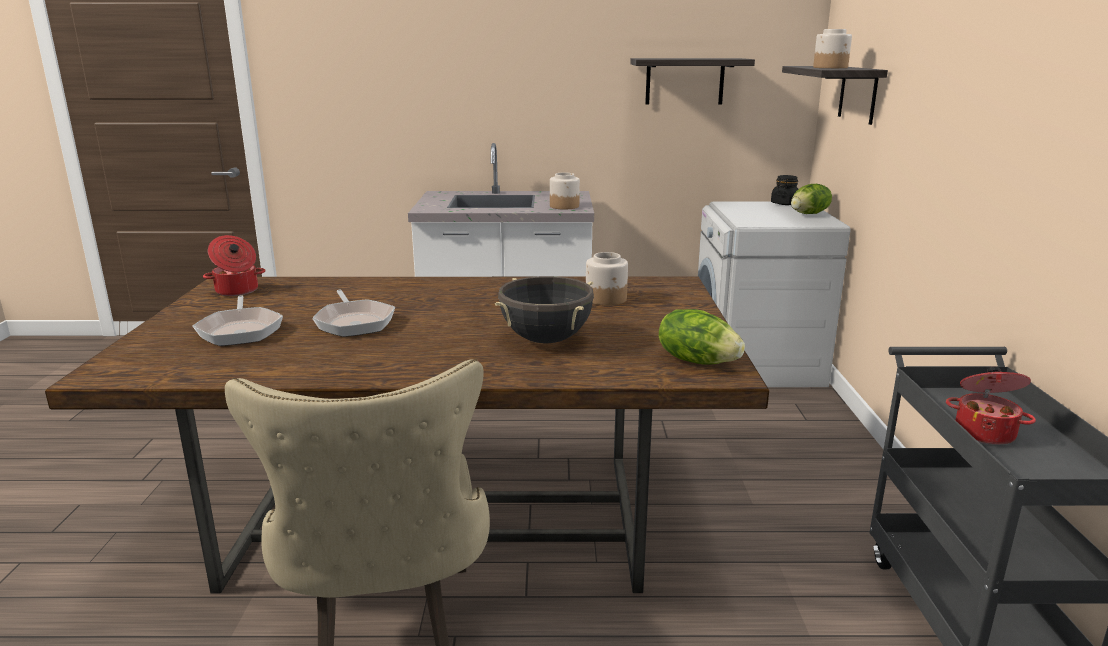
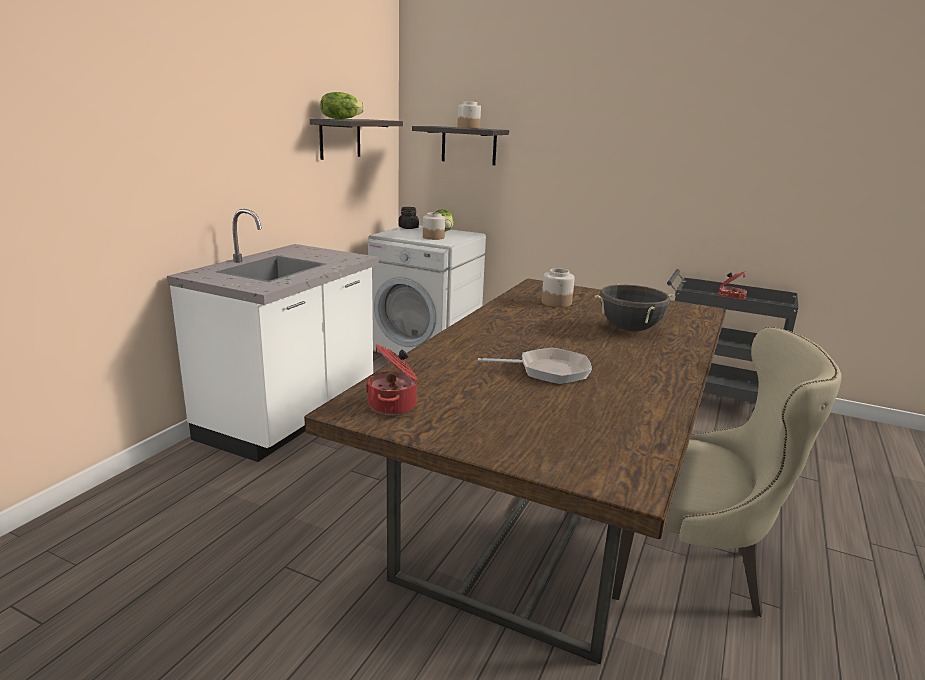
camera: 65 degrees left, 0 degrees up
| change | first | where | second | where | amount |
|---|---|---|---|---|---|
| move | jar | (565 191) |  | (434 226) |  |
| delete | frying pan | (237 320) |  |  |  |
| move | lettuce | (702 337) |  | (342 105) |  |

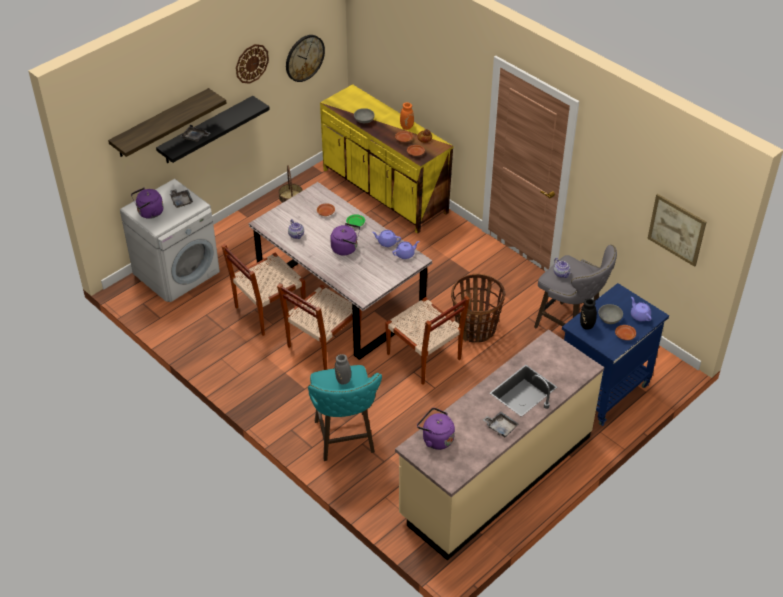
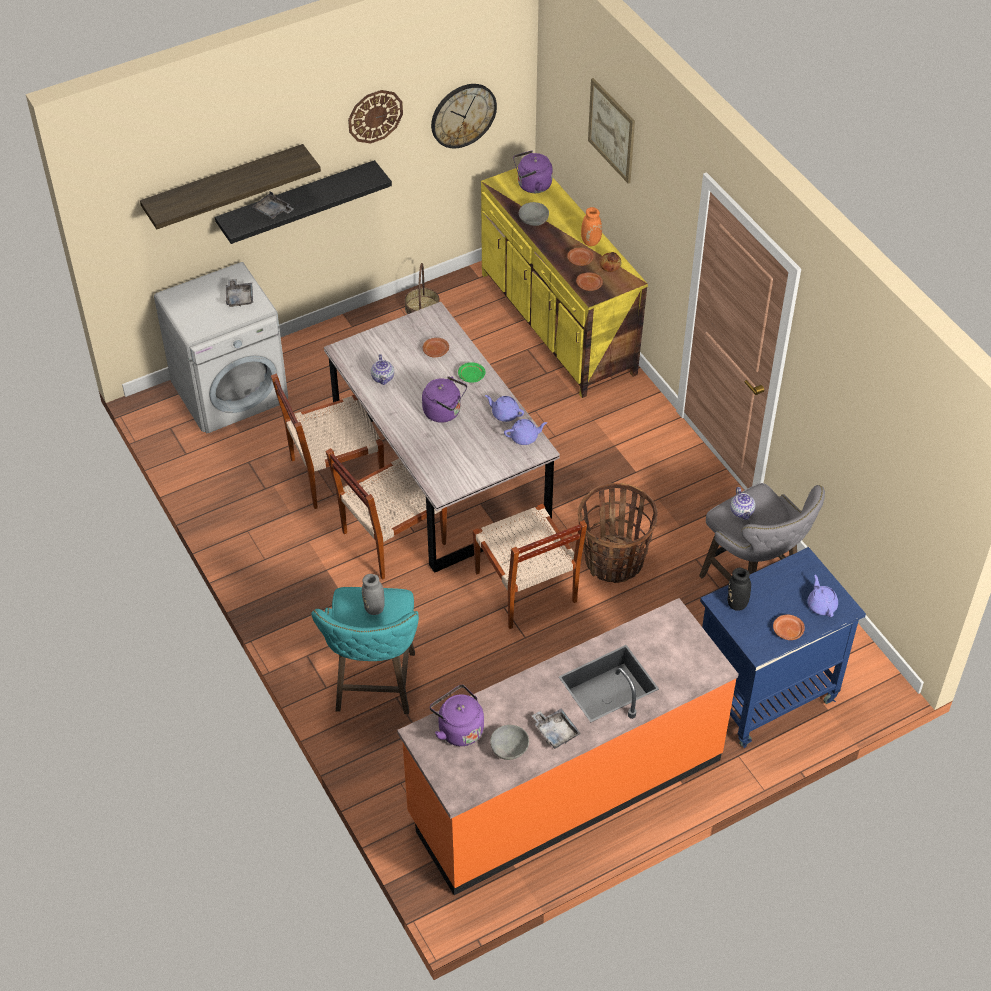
camera: 15 degrees right, 5 degrees up
| change | first | where | second | where | amount |
|---|---|---|---|---|---|
| move | purple kettle | (147 203) |  | (533 171) |  |
| move | picture | (676 230) |  | (611 131) |  |
| move | grey bowl | (610 314) |  | (509 742) |  |
| recolor | beige counter | (499 445) | orange counter | (568 746) |  |

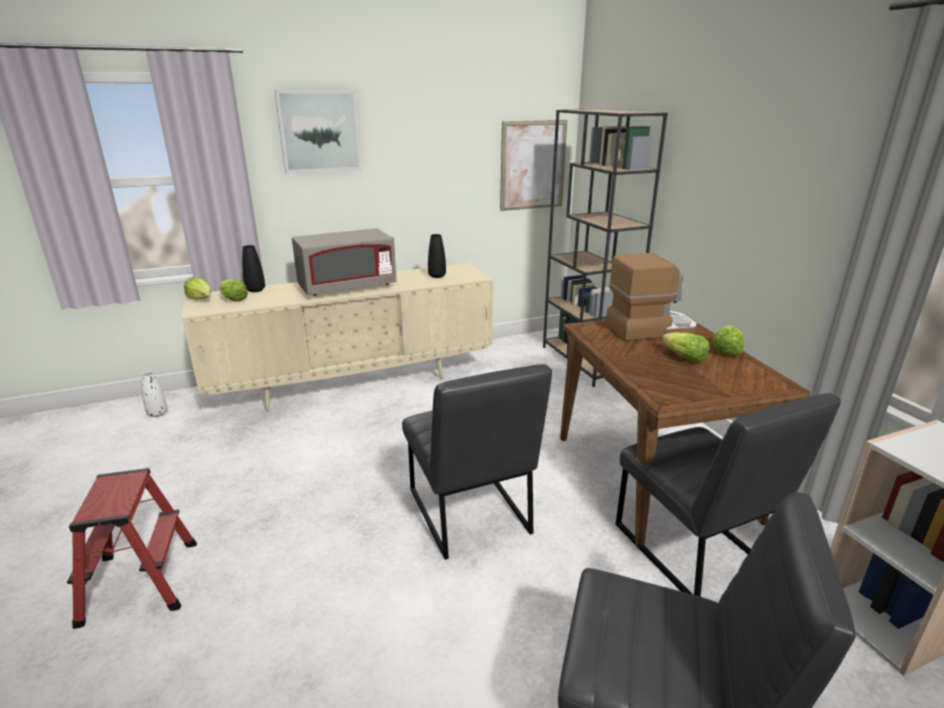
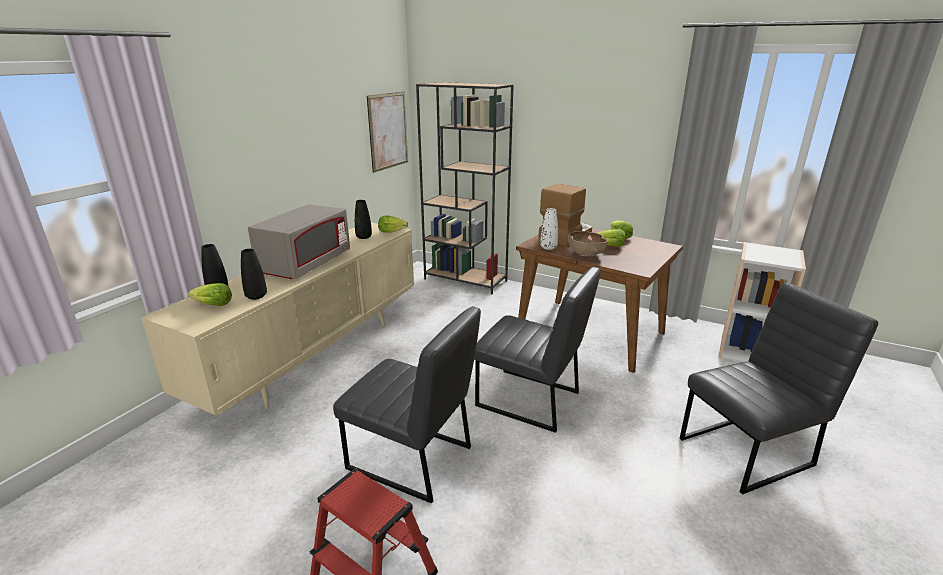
camera: 40 degrees left, 0 degrees up
| change | first | where | second | where | amount |
|---|---|---|---|---|---|
| delete | picture | (318 131) |  |  |  |
| move | lettuce | (197 288) |  | (393 224) |  |
| move | white vase | (154 394) |  | (549 229) |  |
| move | grey chair | (728 495) |  | (407 404) |  |
| insert |  |  | brown bowl | (588 243) |  |
| insert |  |  | black vase | (254 274) |  |

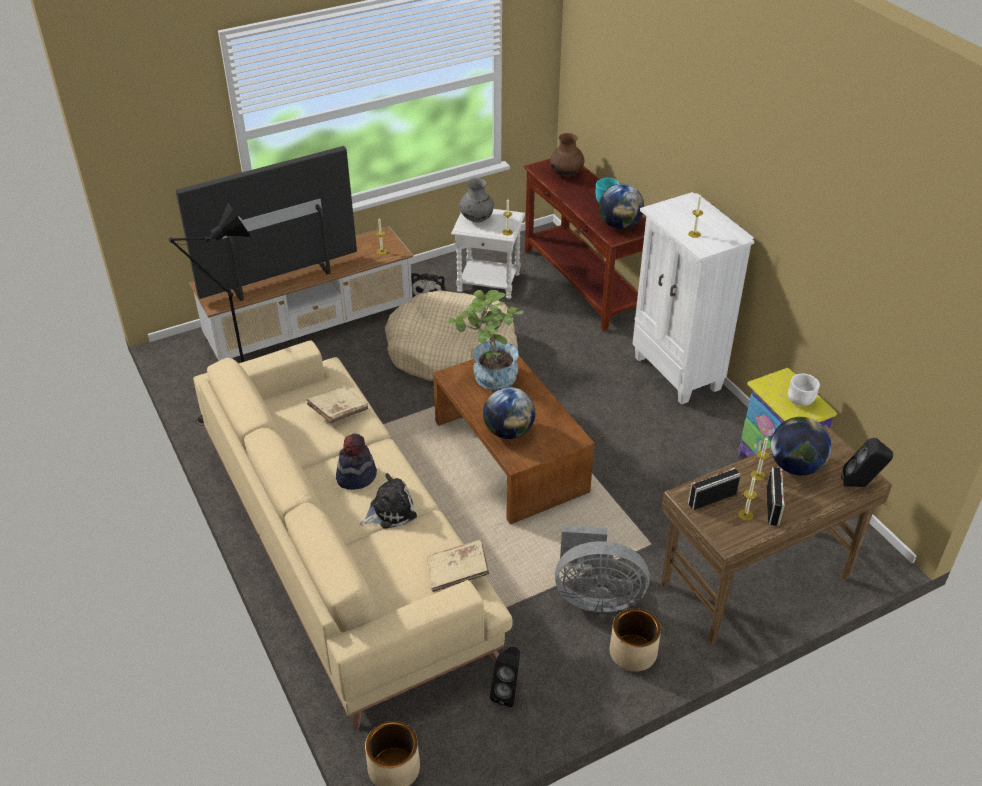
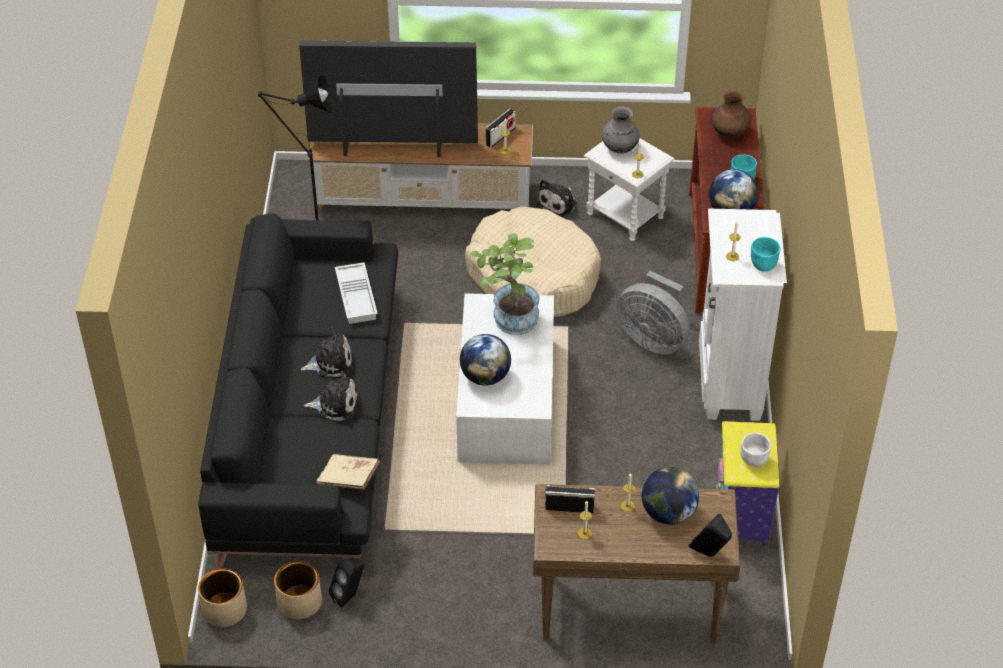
camera: 30 degrees right, 5 degrees up
| change | first | where | second | where | amount |
|---|---|---|---|---|---|
| recolor | beige sofa | (353 535) | black sofa | (298 393) |  |
| recolor | brown coffee table | (513 440) | white coffee table | (505 379) |  |
| replace | beige book | (337 404) | white tray | (356 293) |  |
| replace | hat | (356 461) | plush toy | (327 352) |  |
| move | radio | (775 496) |  | (500 128) |  |
| move | grey fan | (602 568) |  | (653 312) |  |
| move | beige planter | (635 640) |  | (298 590) |  |
| insert |  |  | turquoise bowl | (766 254) |  |

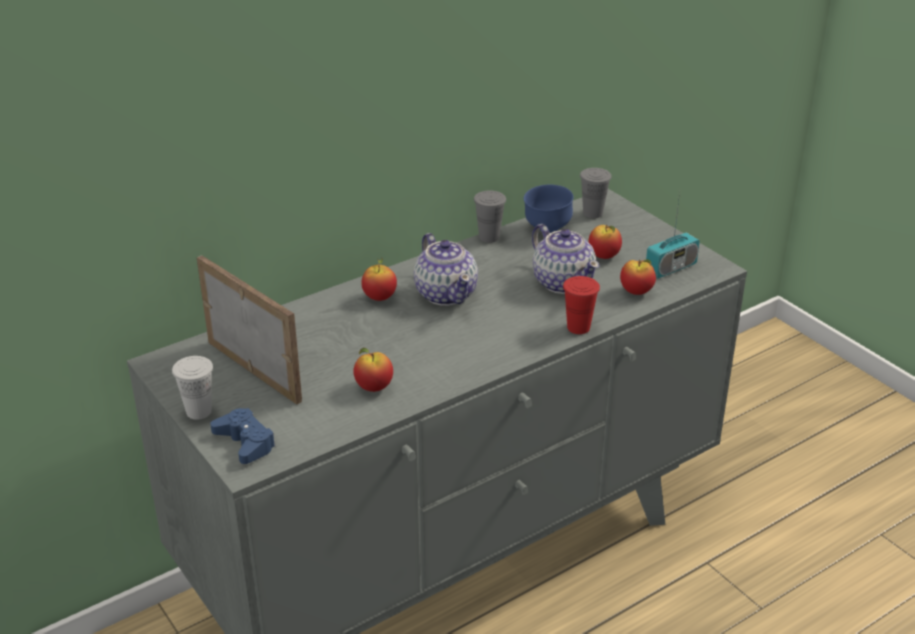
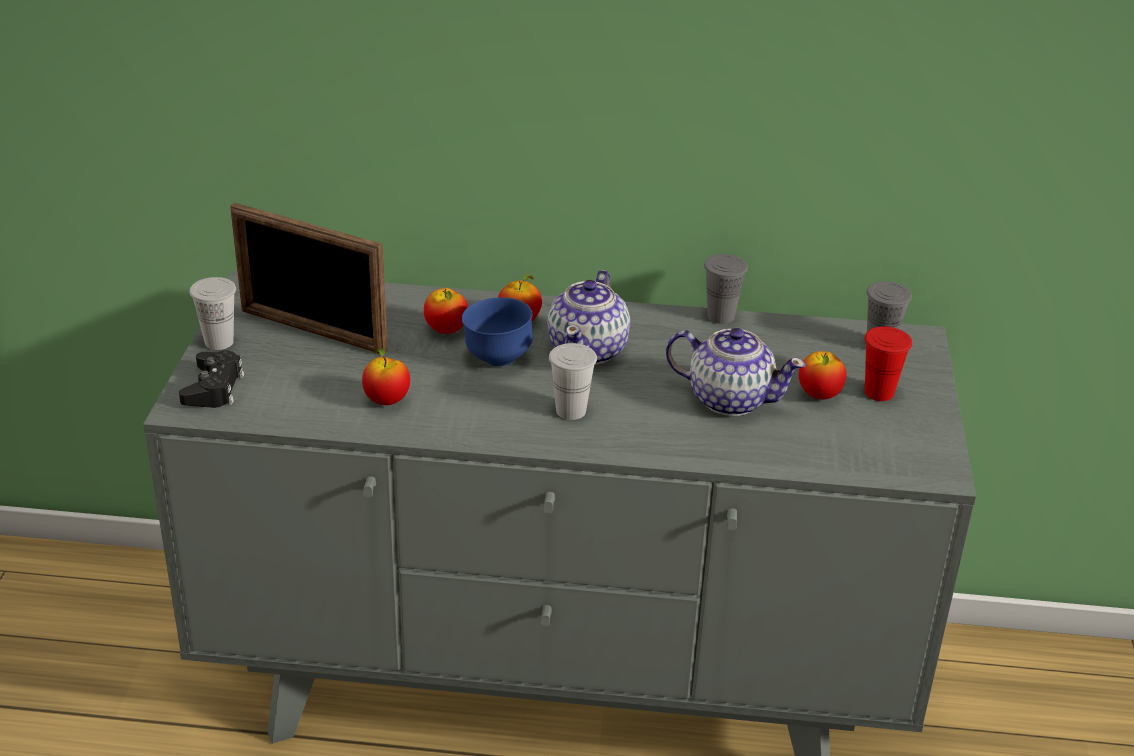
camera: 40 degrees right, 0 degrees up
| change | first | where | second | where | amount |
|---|---|---|---|---|---|
| move | blue bowl | (548 209) |  | (497 331) |  |
| delete | radio | (673 235) |  |  |  |
| rotate | teapot | (565 259) |  | (736 372) | 75 degrees counterclockwise |
| rotate | picture frame | (249 330) |  | (309 278) | 120 degrees clockwise |
| move | apple | (638 277) |  | (446 311) |  |
| move | red cup | (581 305) |  | (888 363) |  |
| recolor | blue game controller | (243 436) | black game controller | (212 379) |  |
| insert |  |  | white cup | (573 381) |  |

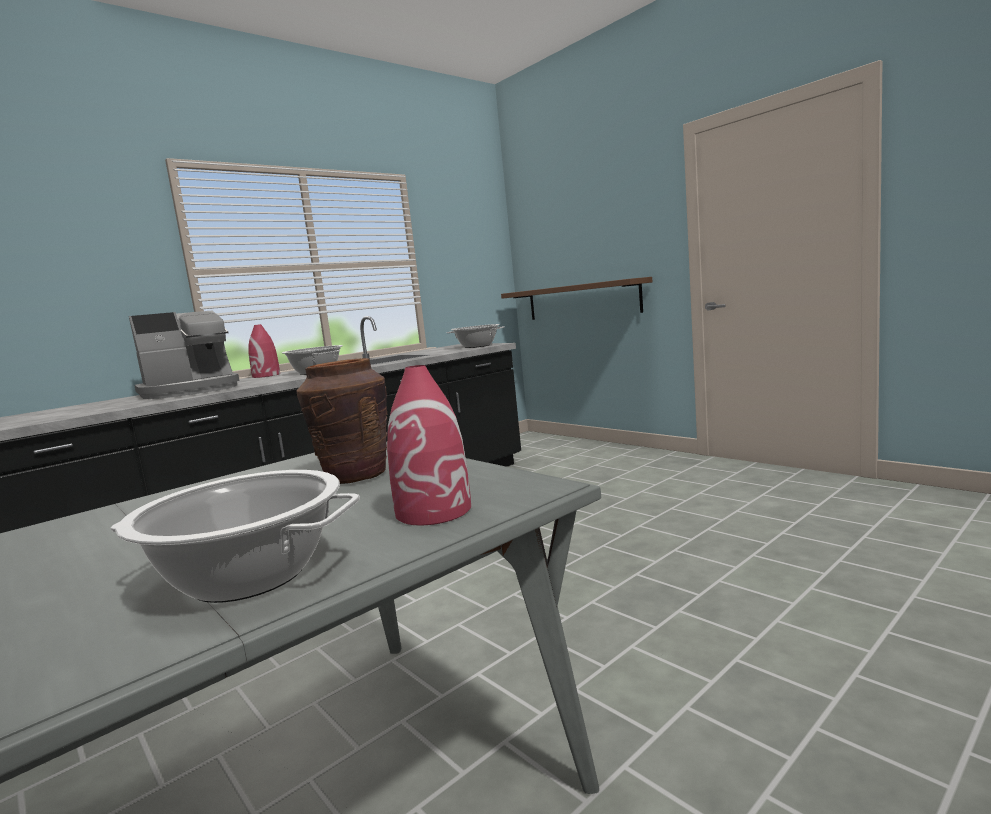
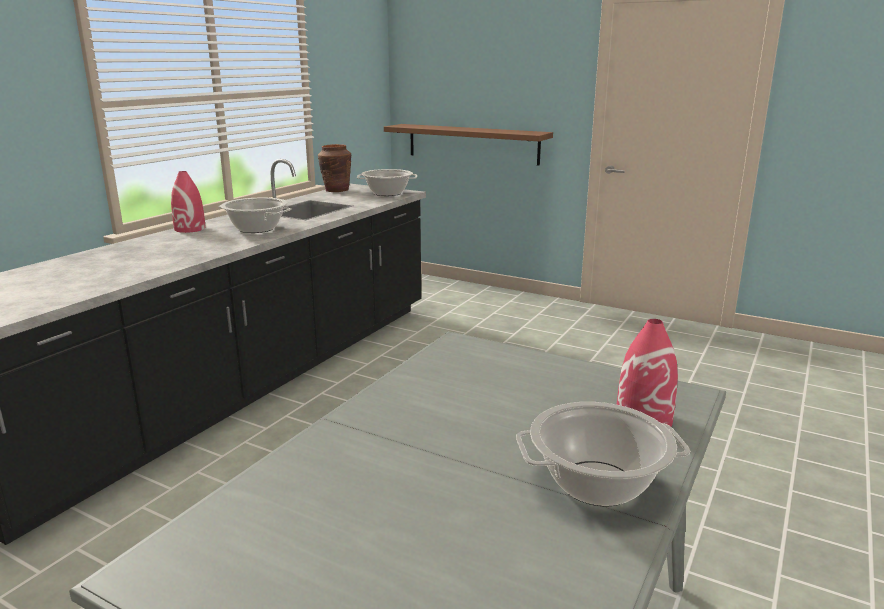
camera: 20 degrees left, 10 degrees up
| change | first | where | second | where | amount |
|---|---|---|---|---|---|
| delete | coffee machine | (184 355) |  |  |  |
| move | brown vase | (341 421) |  | (334 168) |  |

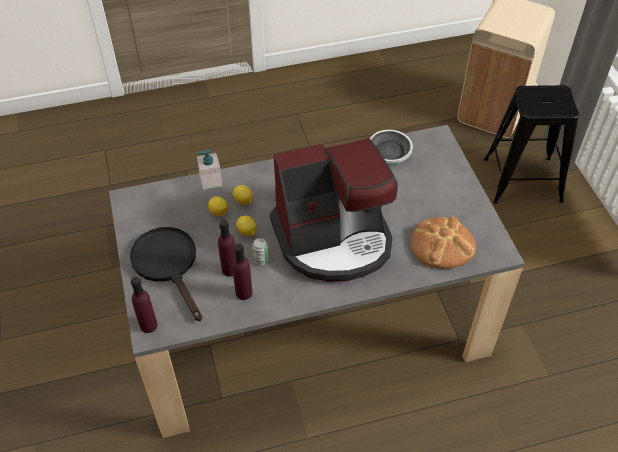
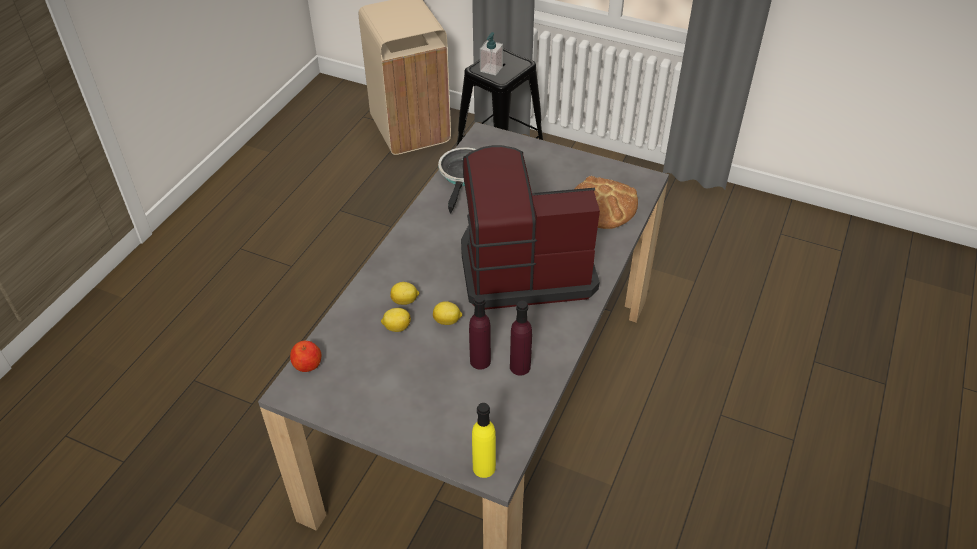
camera: 50 degrees left, 5 degrees down
| change | first | where | second | where | amount |
|---|---|---|---|---|---|
| rotate | coffee machine | (334 210) |  | (530 227) | 120 degrees counterclockwise |
| move | soap dispenser | (209 169) |  | (491 53) |  |
| delete | black frying pan | (166 274) |  |  |  |
| delete | can | (260 252) |  |  |  |
| recolor | purple bottle | (144 305) | yellow bottle | (484 440) |  |
| insert |  |  | apple | (305 356) |  |

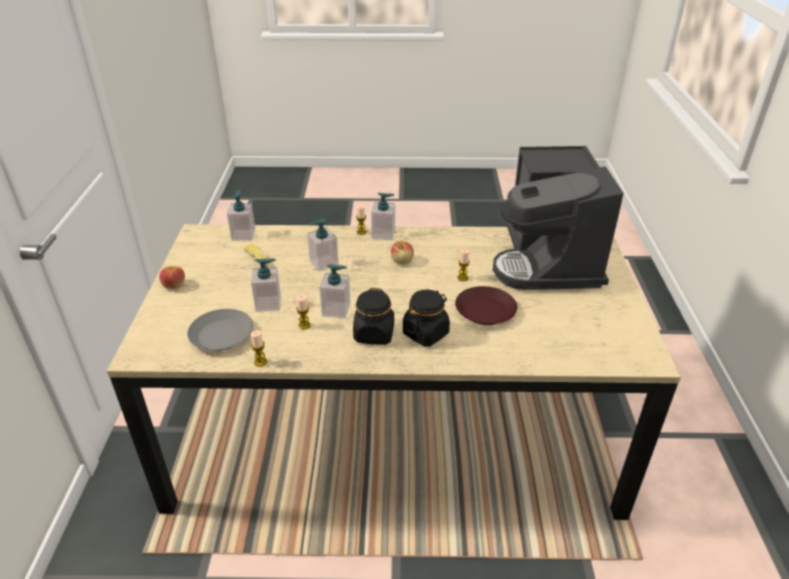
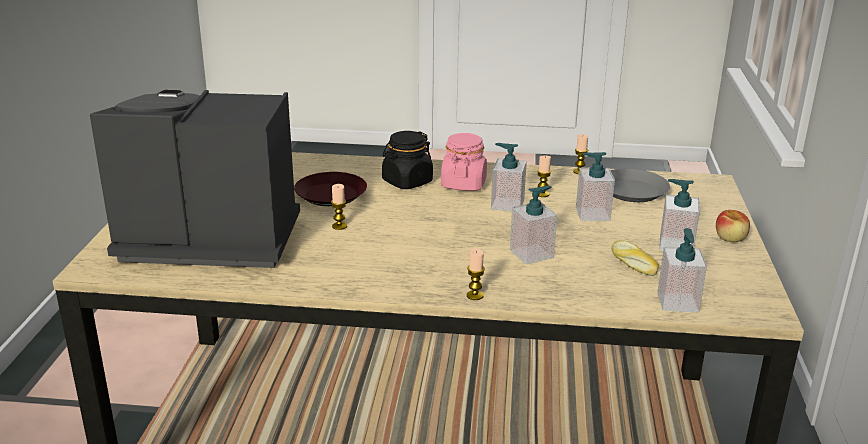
camera: 175 degrees left, 10 degrees down
| change | first | where | second | where | amount |
|---|---|---|---|---|---|
| rotate | coffee machine | (558 218) |  | (195 179) | 90 degrees counterclockwise |
| move | soap dispenser | (383 216) |  | (680 215) |  |
| delete | apple | (402 252) |  |  |  |
| recolor | black jar | (373 316) | pink jar | (464 162) |  |

